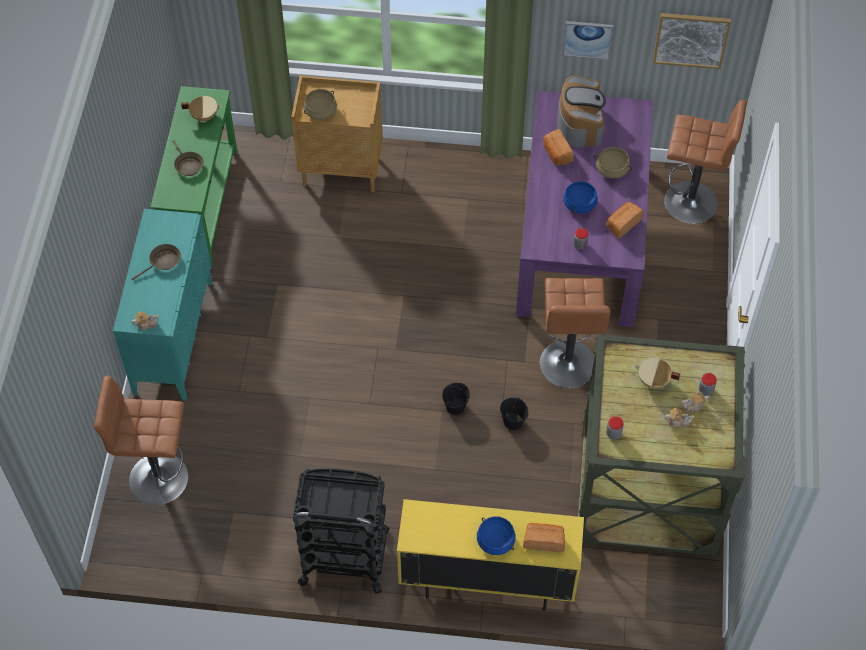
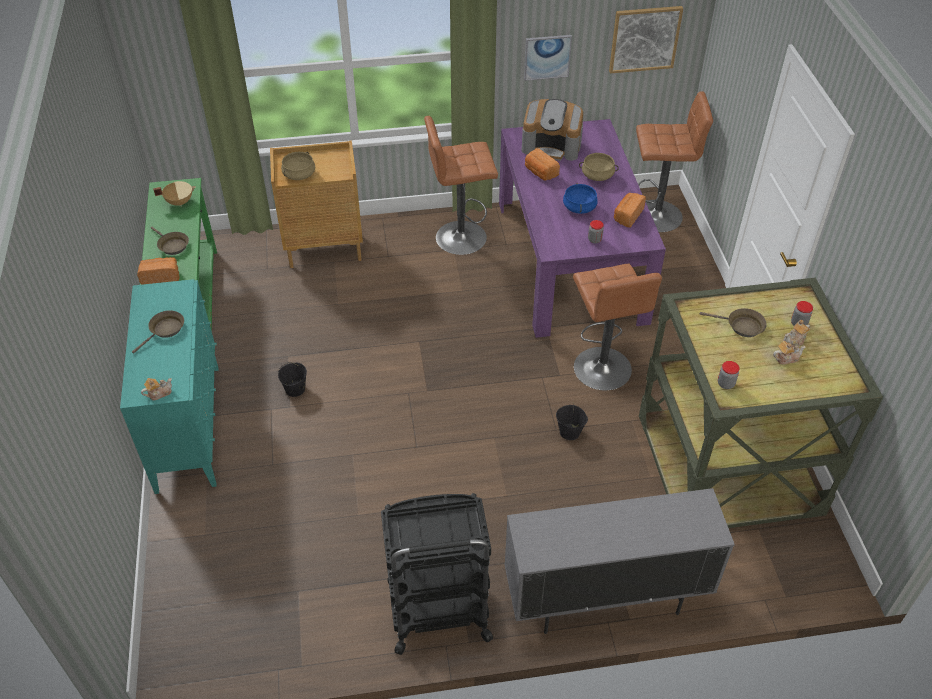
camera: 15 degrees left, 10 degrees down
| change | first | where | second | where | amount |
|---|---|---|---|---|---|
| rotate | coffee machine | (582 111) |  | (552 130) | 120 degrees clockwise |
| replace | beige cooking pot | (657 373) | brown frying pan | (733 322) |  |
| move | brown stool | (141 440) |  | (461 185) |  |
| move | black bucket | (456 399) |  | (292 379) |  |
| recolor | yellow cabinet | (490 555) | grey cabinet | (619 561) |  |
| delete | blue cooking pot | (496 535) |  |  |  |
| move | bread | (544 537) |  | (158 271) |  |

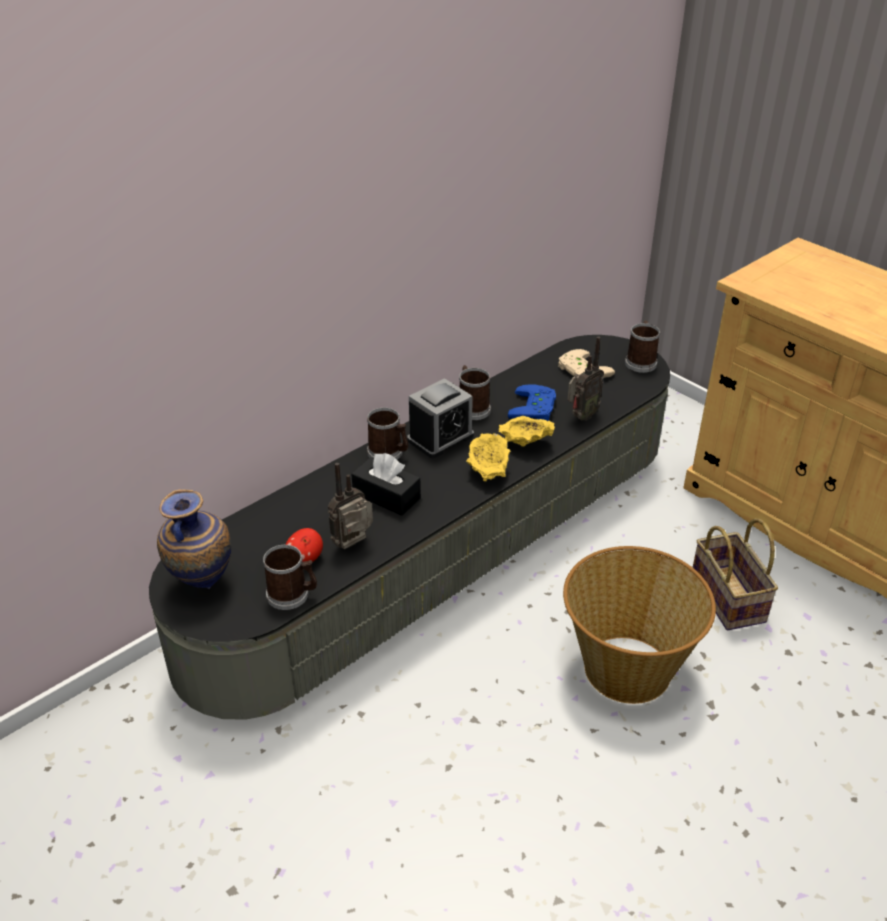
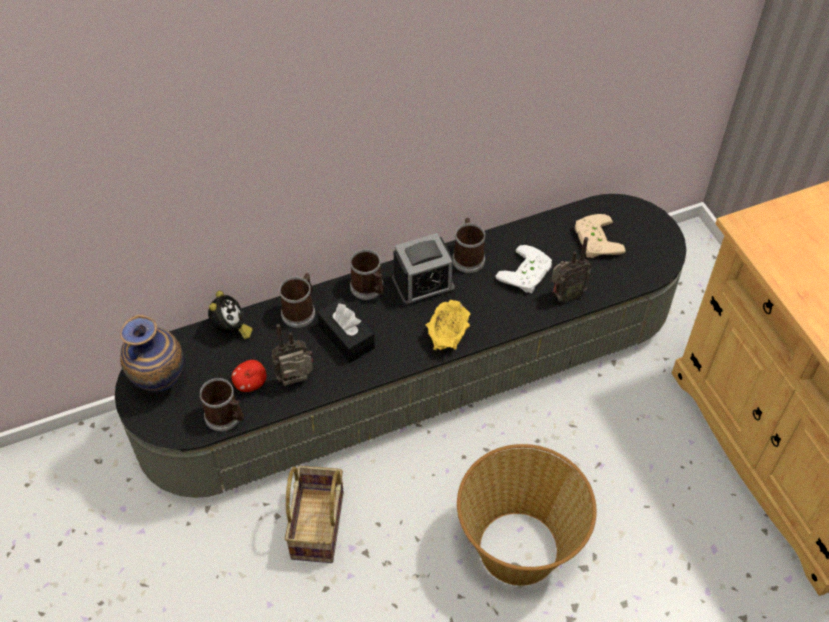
camera: 20 degrees right, 15 degrees up
| change | first | where | second | where | amount |
|---|---|---|---|---|---|
| move | mug | (643 347) |  | (297 300) |  |
| recolor | blue game controller | (532 402) | white game controller | (523 269) |  |
| delete | yellow bowl | (527 431) |  |  |  |
| move | basket | (735 574) |  | (314 514) |  |
| insert |  |  | alarm clock | (230 315) |  |

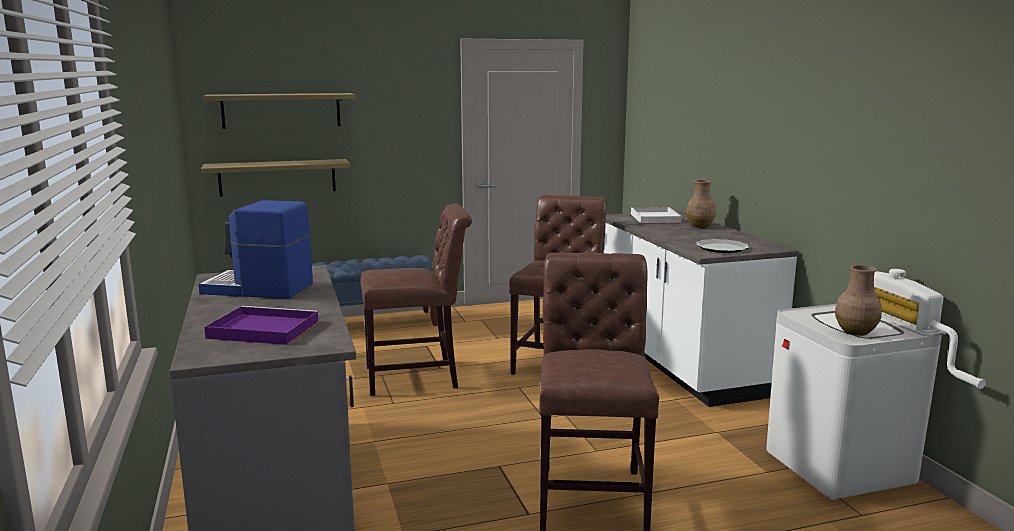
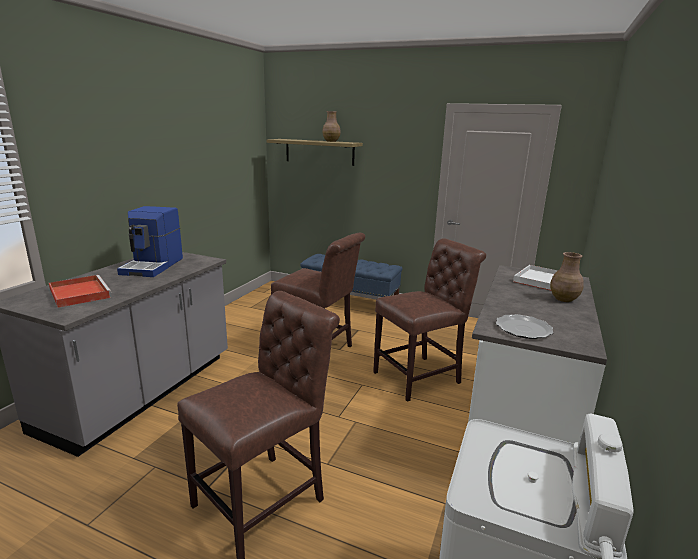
camera: 40 degrees right, 5 degrees up
| change | first | where | second | where | amount |
|---|---|---|---|---|---|
| delete | shelf | (275 178) |  |  |  |
| rotate | coffee machine | (255 249) |  | (150 241) | 135 degrees counterclockwise |
| move | brown vase | (858 300) |  | (331 126) |  |
| recolor | purple tray | (261 325) | red tray | (80 291) |  |

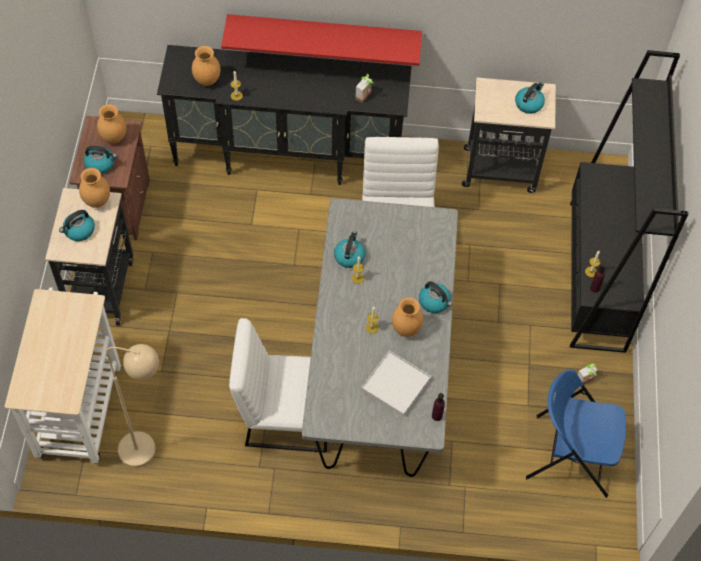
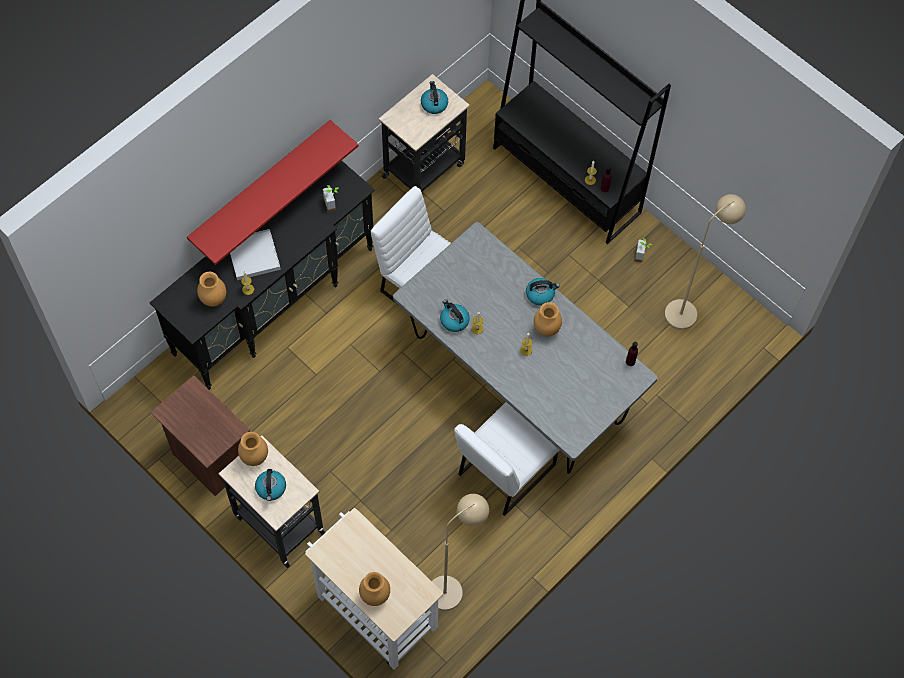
camera: 50 degrees left, 5 degrees up
| change | first | where | second | where | amount |
|---|---|---|---|---|---|
| move | brown vase | (111 123) |  | (374 589) |  |
| delete | kettle | (100 160) |  |  |  |
| move | white tray | (396 384) |  | (255 254) |  |
| replace | blue chair | (576 433) | beige floor lamp | (705 262) |  |

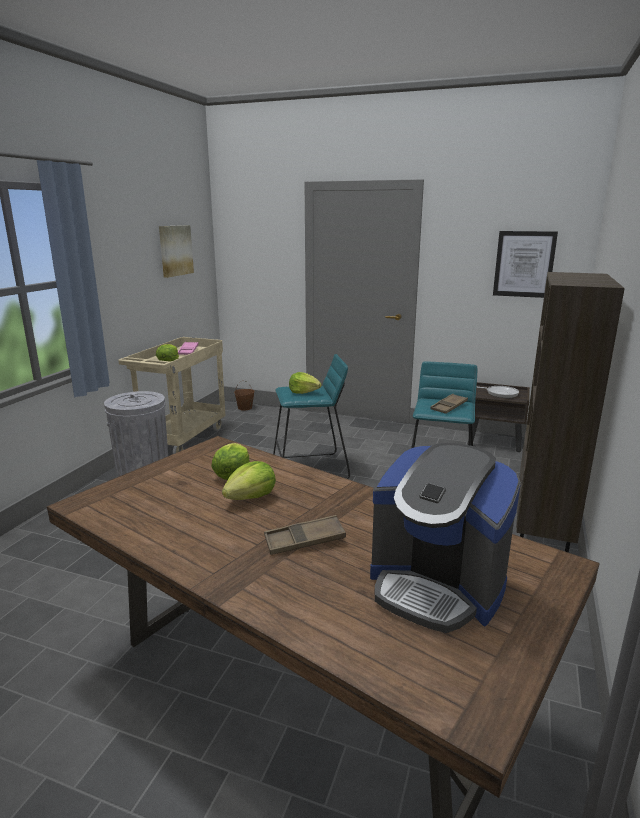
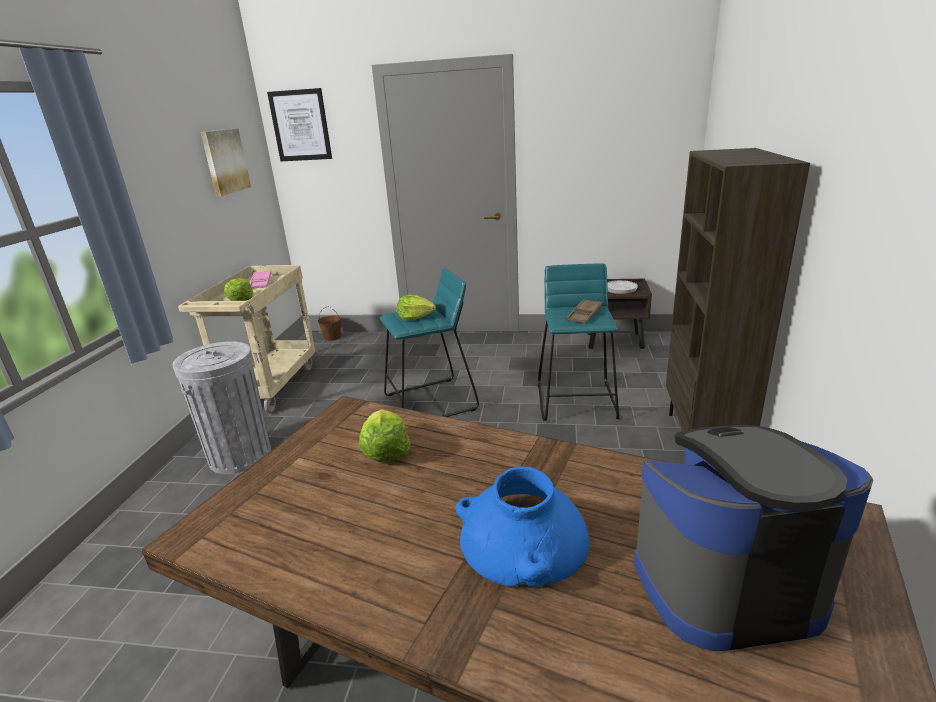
camera: 10 degrees left, 5 degrees up
| change | first | where | second | where | amount |
|---|---|---|---|---|---|
| move | picture | (525 264) |  | (299 124) |  |
| rotate | coffee machine | (445 538) |  | (754 538) | 150 degrees clockwise |
| delete | lettuce | (249 480) |  |  |  |
| replace | brown tray | (305 535) | blue vase | (522 526) |  |

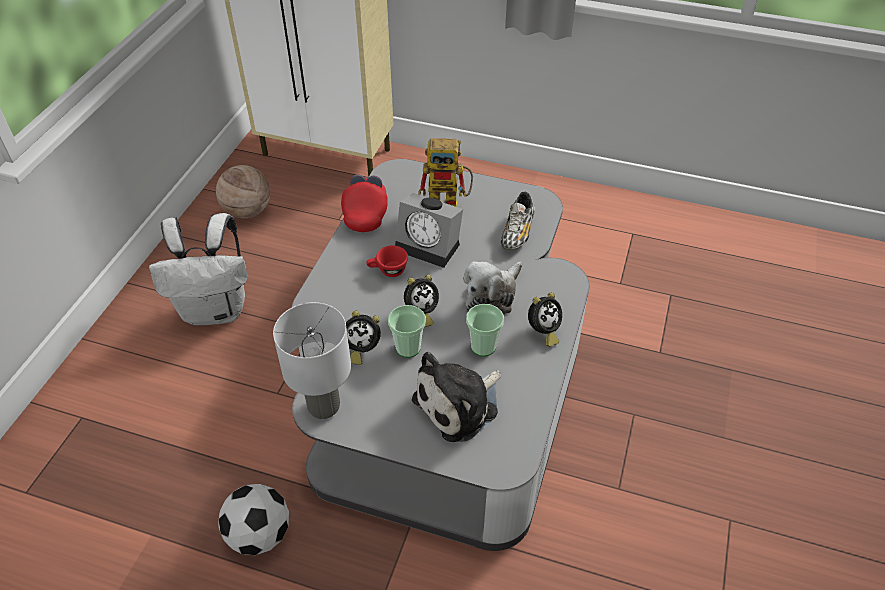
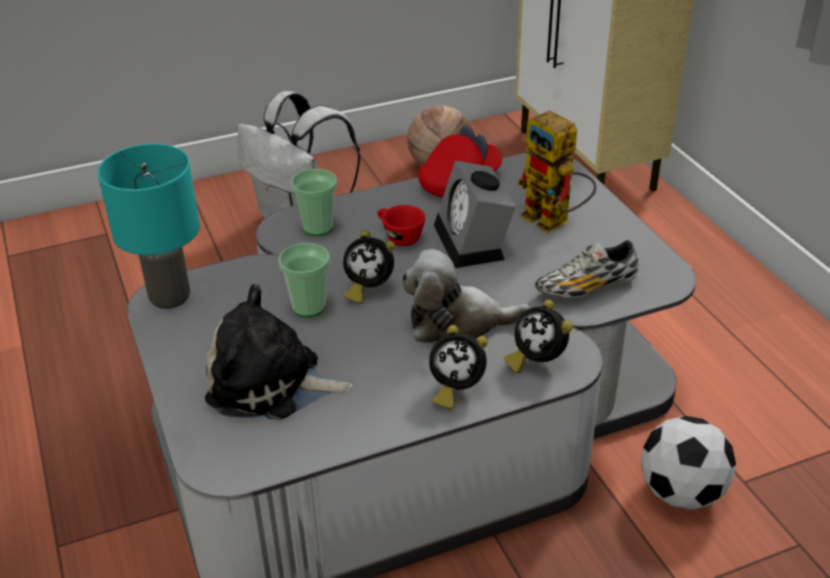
camera: 50 degrees right, 10 degrees down
| change | first | where | second | where | amount |
|---|---|---|---|---|---|
| recolor | white table lamp | (312 360) | turquoise table lamp | (148 226) |  |
| move | cup | (485 330) |  | (314 202) |  |
| move | alarm clock | (363 337) |  | (538 336) |  |
| move | football | (254 519) |  | (688 463) |  |

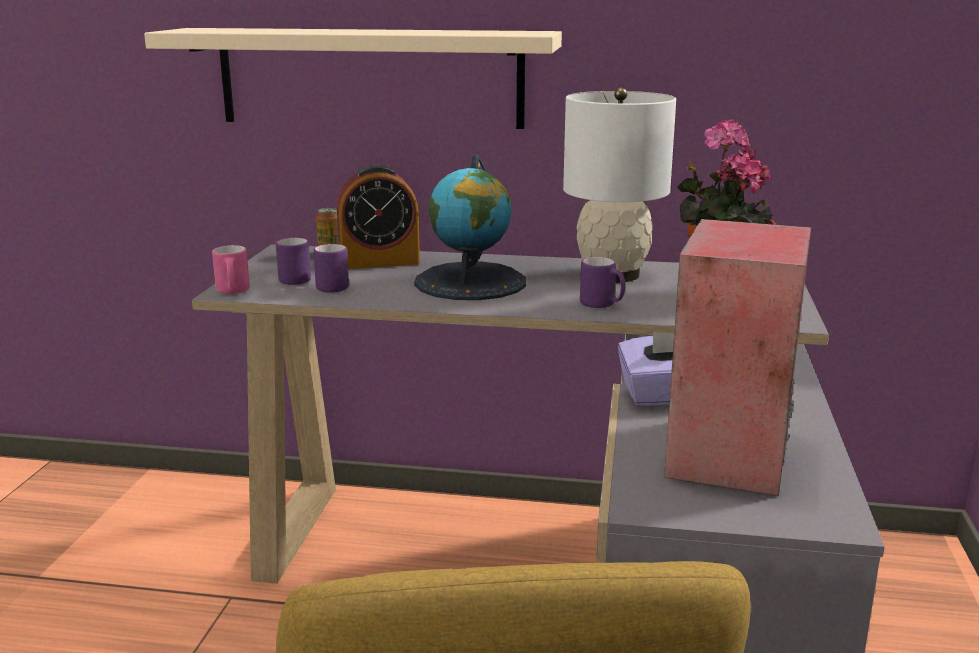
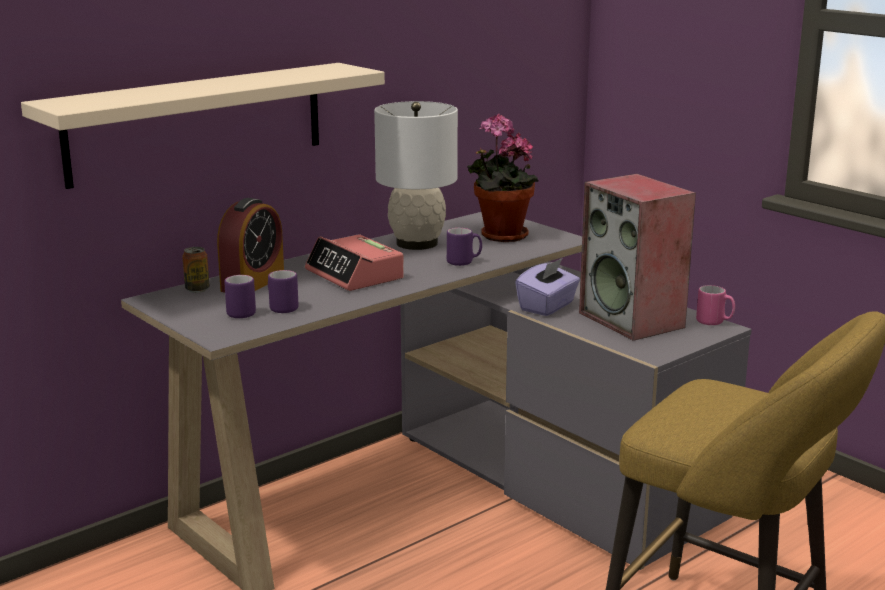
camera: 50 degrees left, 0 degrees up
| change | first | where | second | where | amount |
|---|---|---|---|---|---|
| replace | globe | (470 227) | alarm clock | (354 262) |  |
| move | pink mug | (231 269) |  | (715 305) |  |

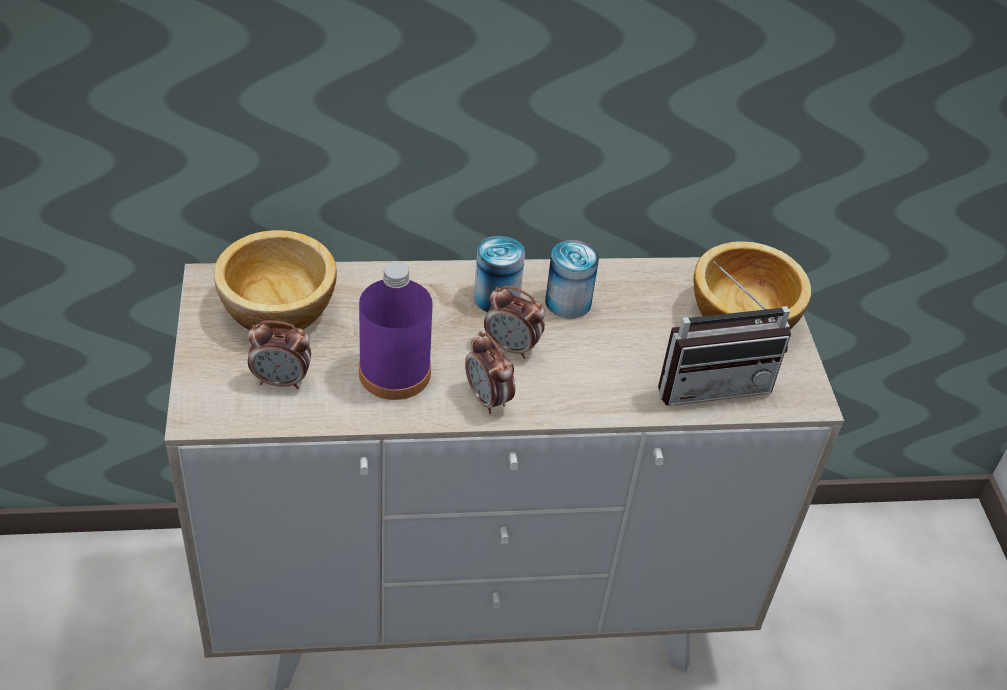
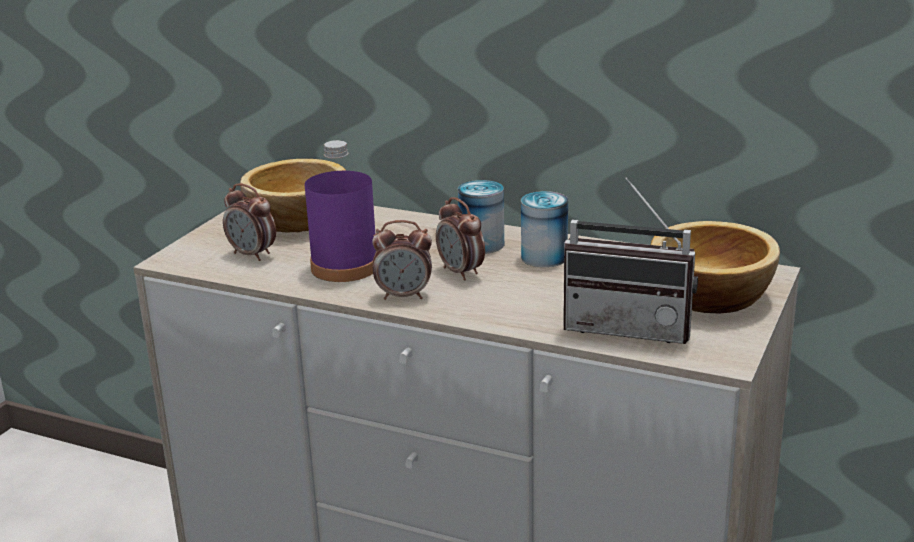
camera: 35 degrees right, 20 degrees down
| change | first | where | second | where | amount |
|---|---|---|---|---|---|
| rotate | alarm clock | (490 372) |  | (402 260) | 90 degrees counterclockwise |

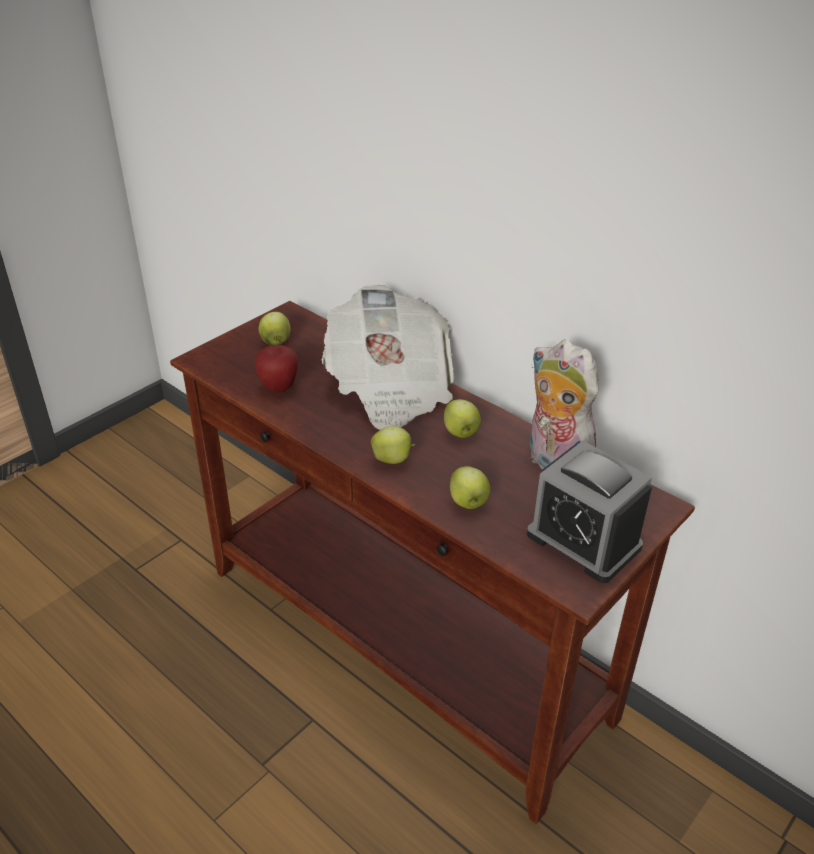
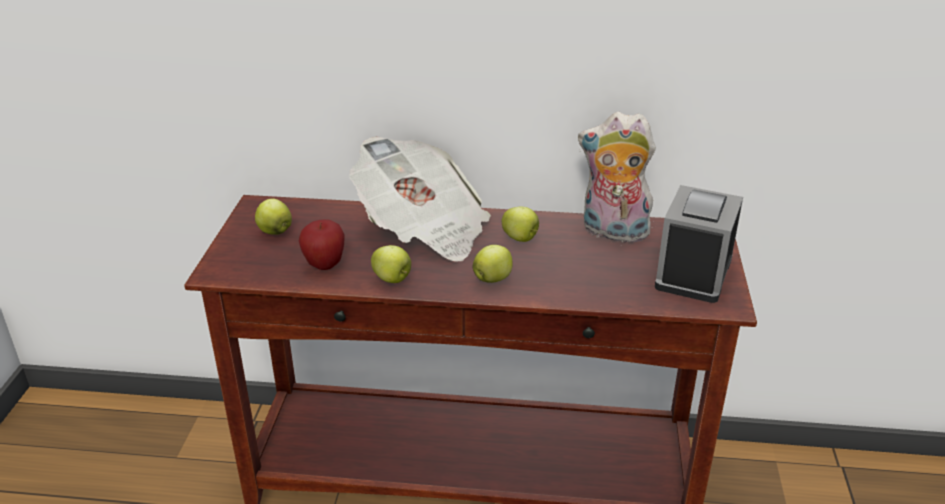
camera: 35 degrees left, 5 degrees down
| change | first | where | second | where | amount |
|---|---|---|---|---|---|
| rotate | alarm clock | (589 512) |  | (699 244) | 105 degrees clockwise |
| move | apple | (470 487) |  | (391 264) |  |

